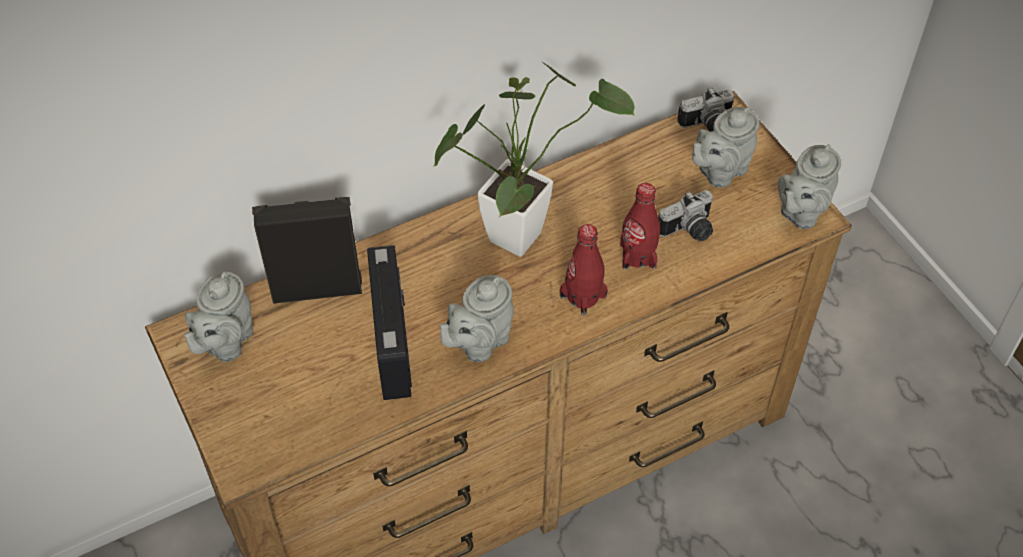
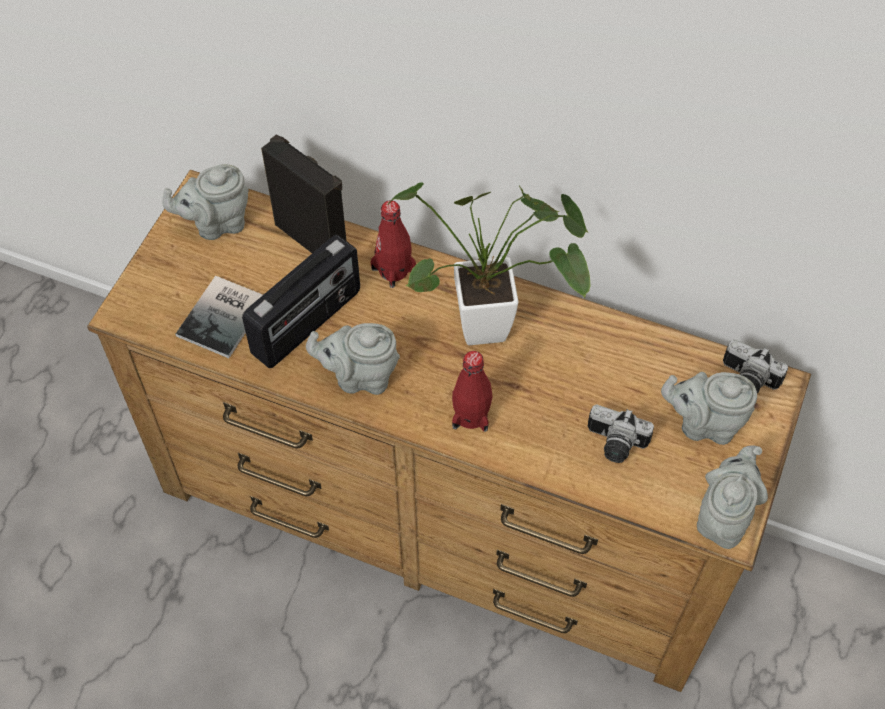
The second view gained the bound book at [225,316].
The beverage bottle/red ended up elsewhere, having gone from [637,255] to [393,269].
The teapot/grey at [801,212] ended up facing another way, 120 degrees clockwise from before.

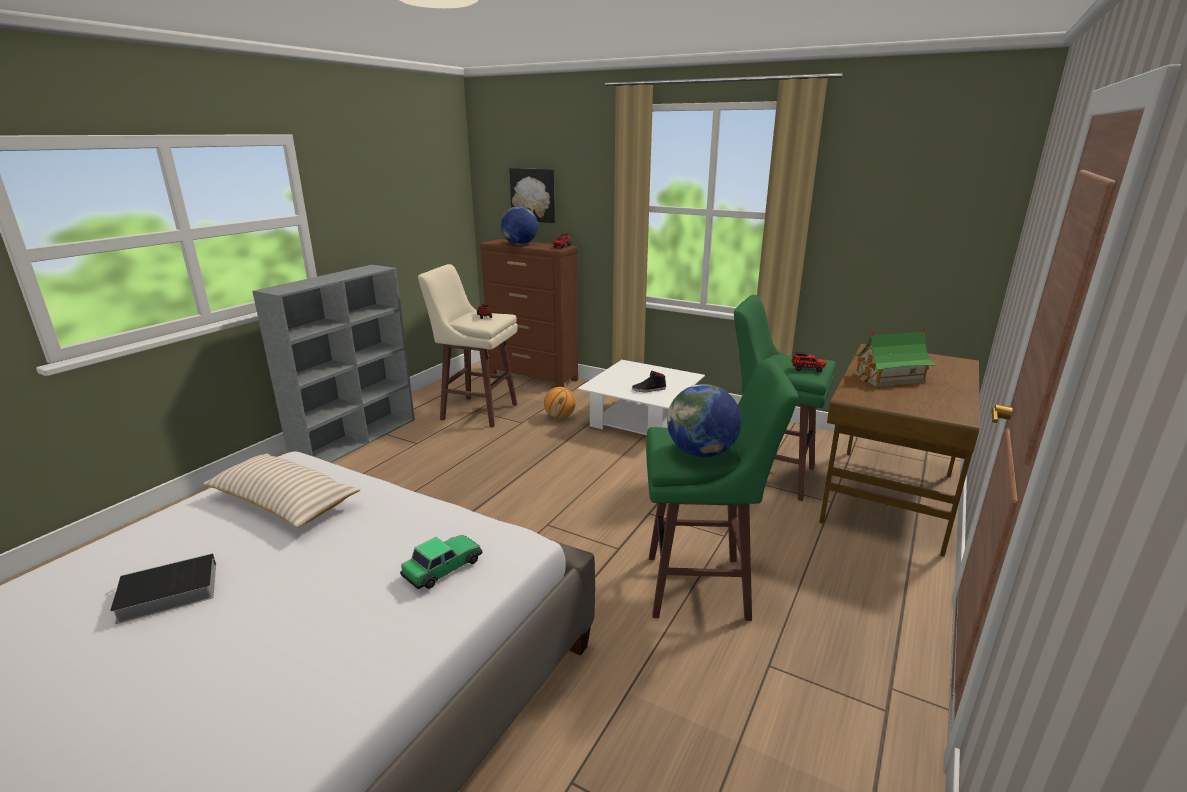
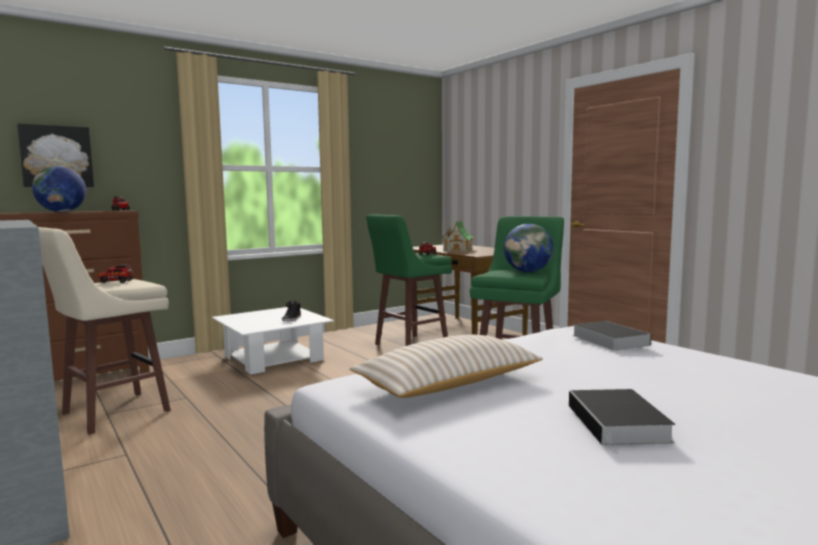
Where the miniature car stood at [443,567], the bound book came to stand at [607,339].
The second view lost the basketball ball at [560,417].

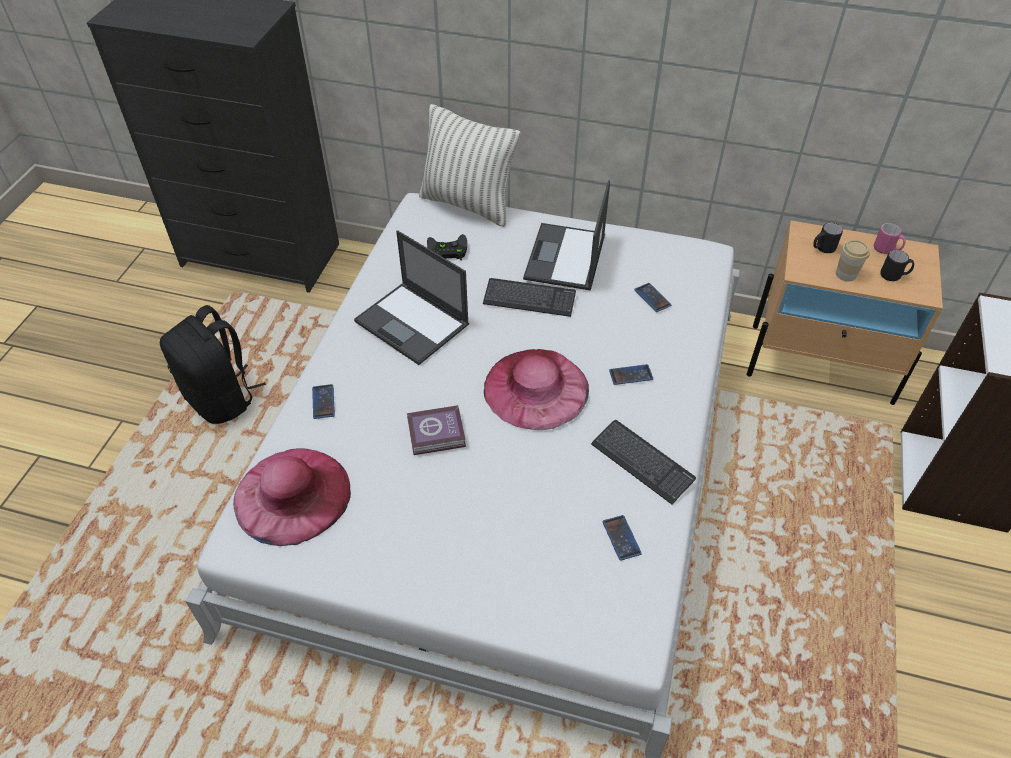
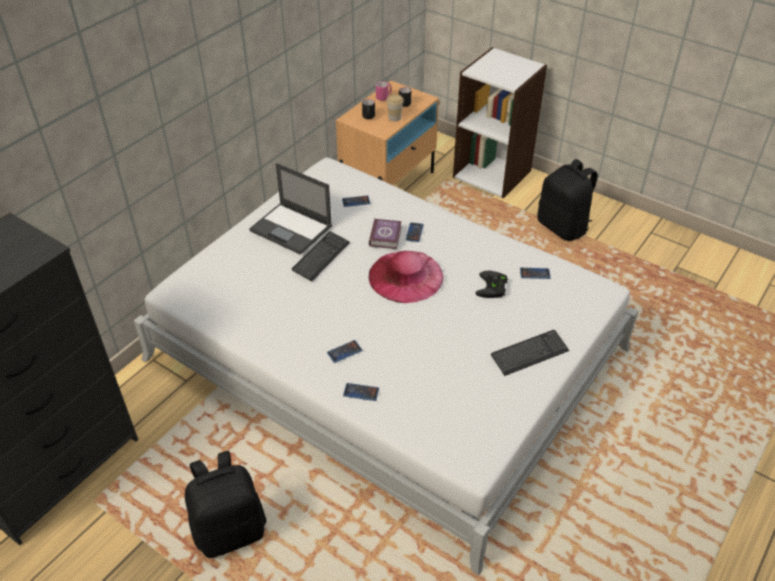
The second view gained the telephone at [344,351].
The bound book ended up elsewhere, having gone from [438,434] to [386,236].
The joypad/black-coloured ended up elsewhere, having gone from [446,251] to [493,288].
The PC keyboard ended up elsewhere, having gone from [642,462] to [529,354].
The second view gained the rucksack/black-coloured at [563,227].
The second view lost the hat/pink-coloured at [292,495].
The second view lost the notebook computer at [413,323].
The second view lost the pillow at [468,204].

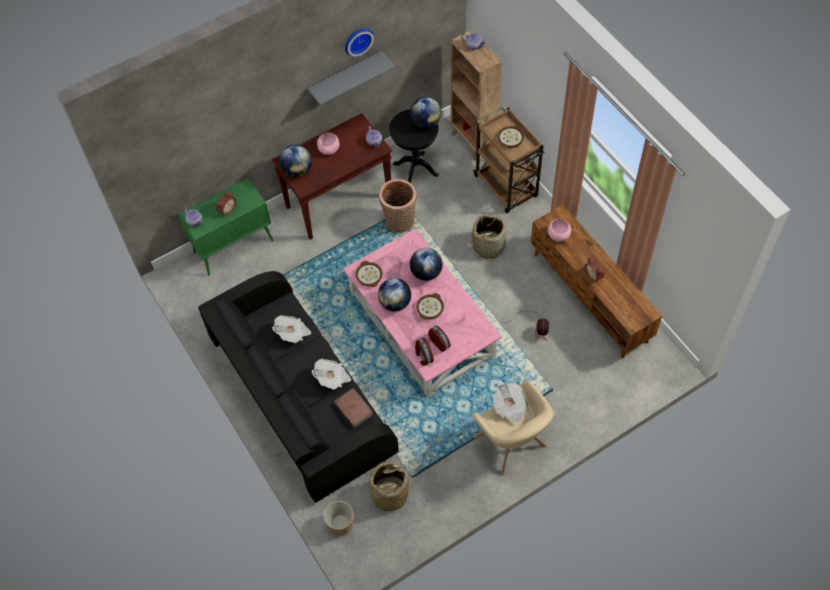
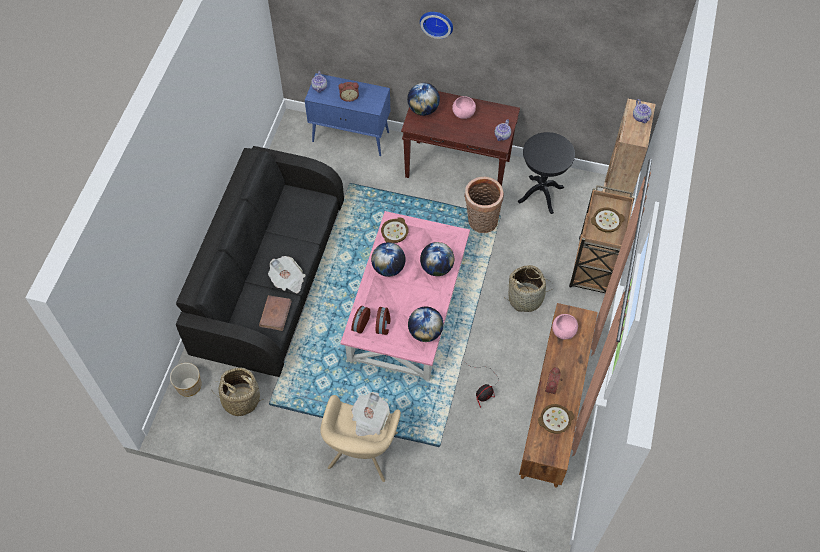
What was the cupboard/greenish at [234,246] turned into the cupboard/bluish at [351,137].
The globe ended up elsewhere, having gone from [426,122] to [425,332].
The hanging clock ended up elsewhere, having gone from [357,40] to [437,22].
The serving bowl ended up elsewhere, having gone from [430,309] to [555,421].
The second view lost the printed paper at [293,333].
The second view lost the shelf/grey at [346,78].

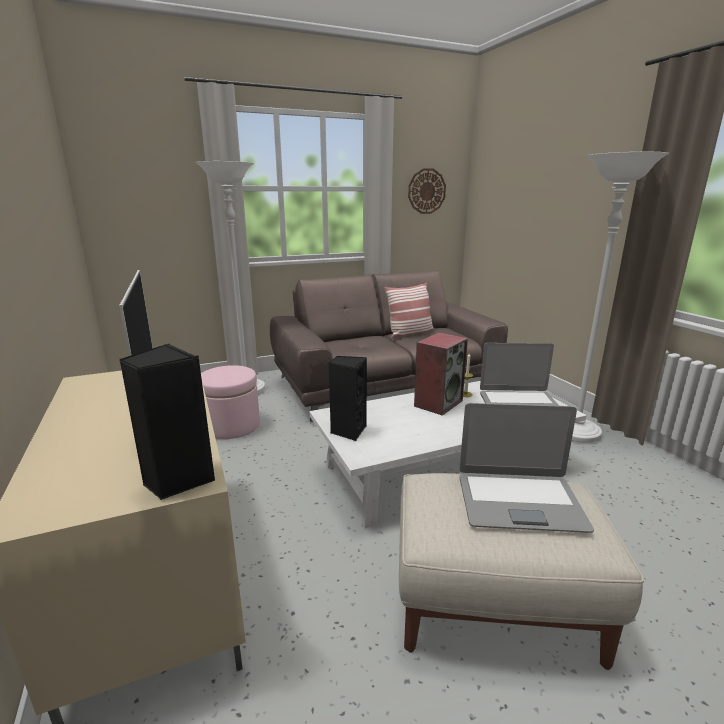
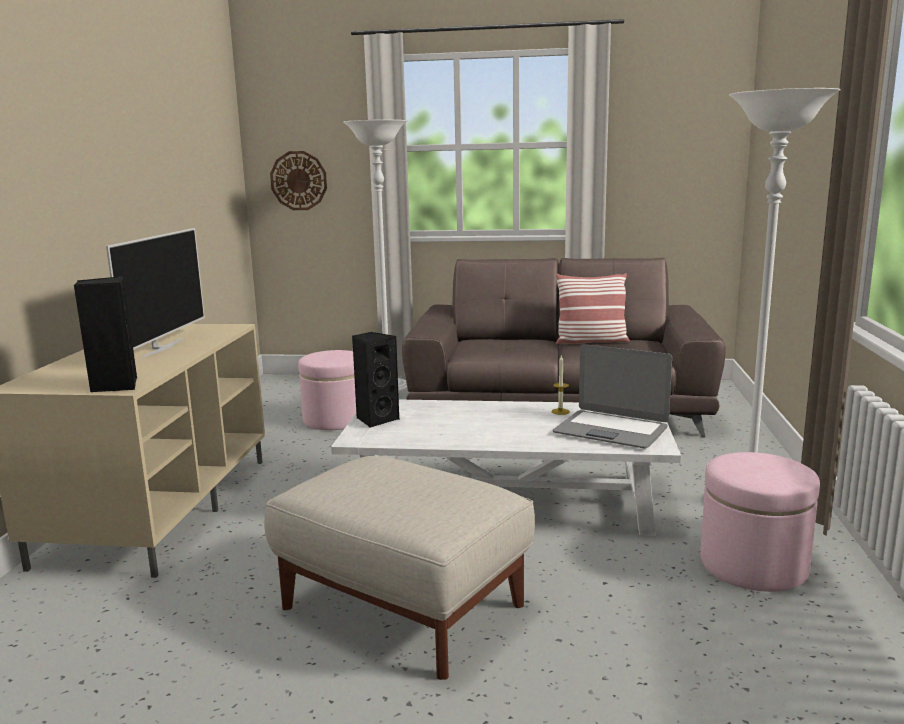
The hanging clock ended up elsewhere, having gone from [426,191] to [299,180].
The second view gained the pouffe/pink-coloured at [753,565].
The second view lost the loudspeaker at [438,403].
The second view lost the notebook computer at [519,502].

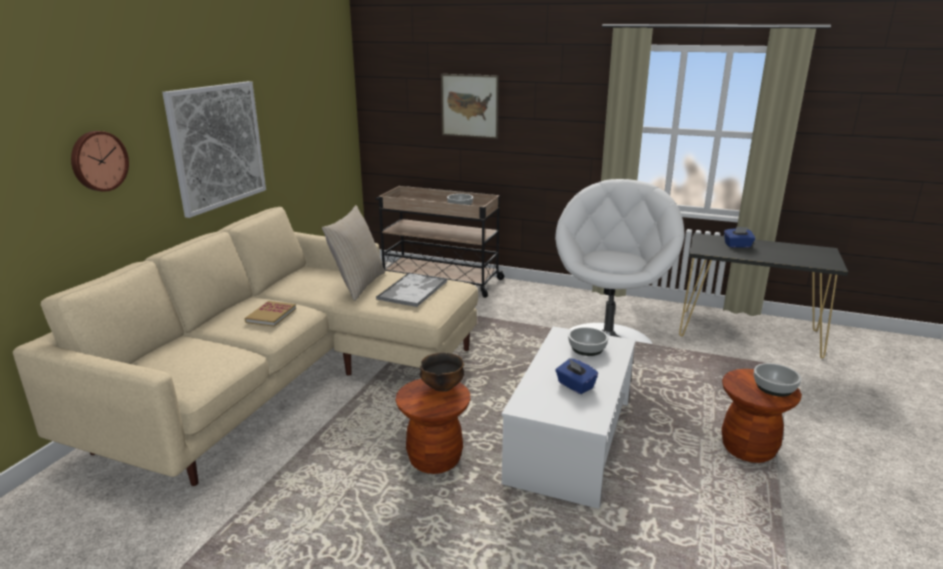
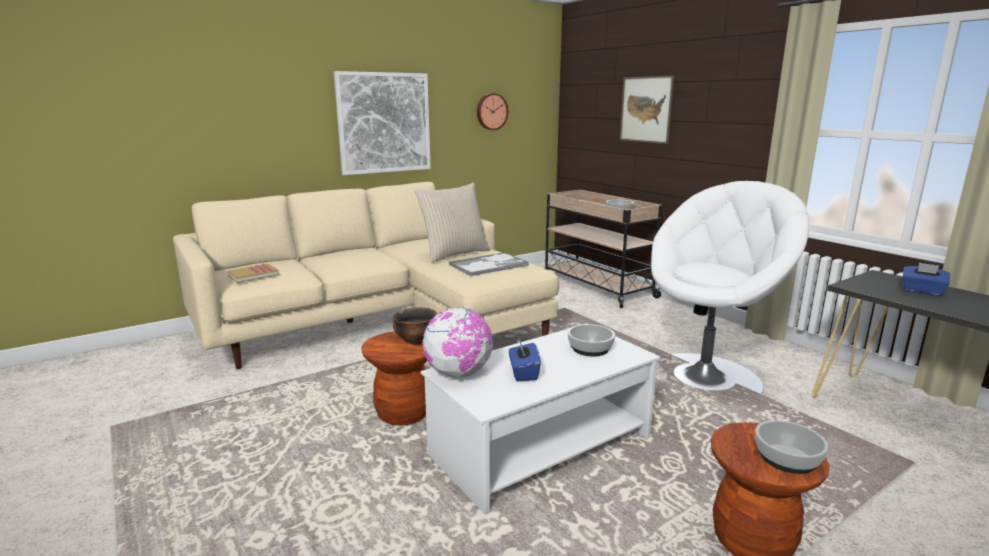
The bound book ended up elsewhere, having gone from [271,315] to [253,275].
The second view gained the globe at [458,374].
The hanging clock ended up elsewhere, having gone from [98,161] to [491,111].

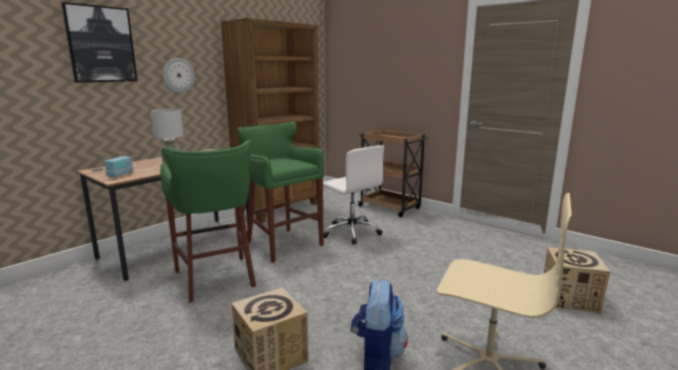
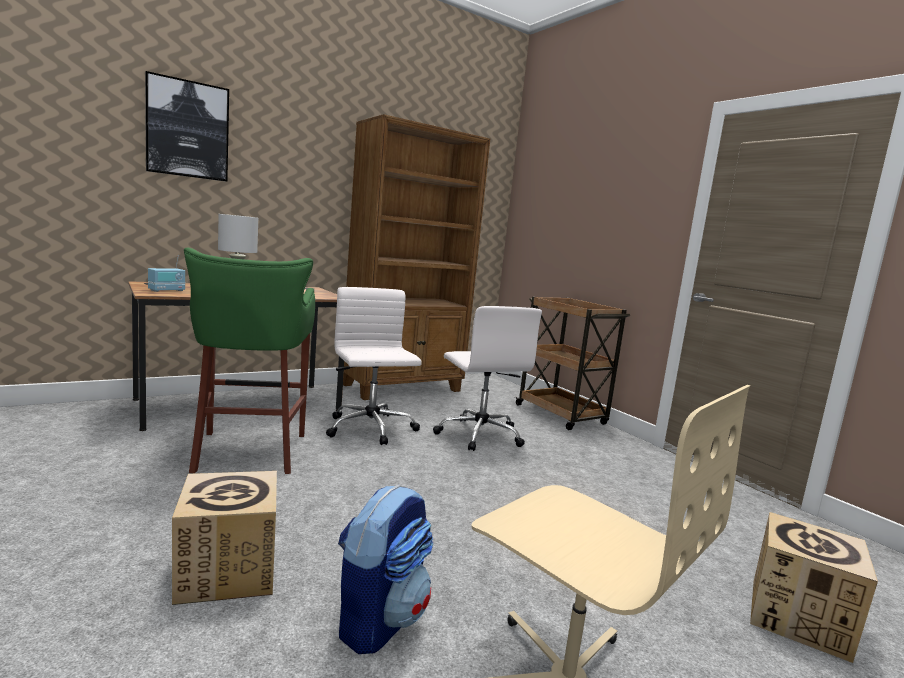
Where the stool seat/greenish stood at [282,243], the computer chair/white came to stand at [371,429].
The second view lost the hanging clock at [178,75].

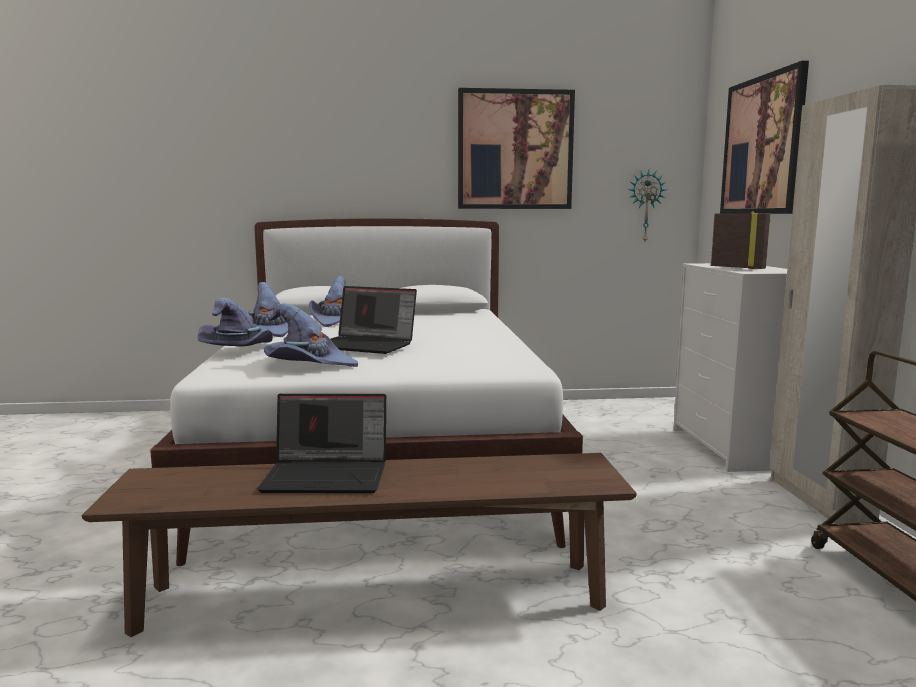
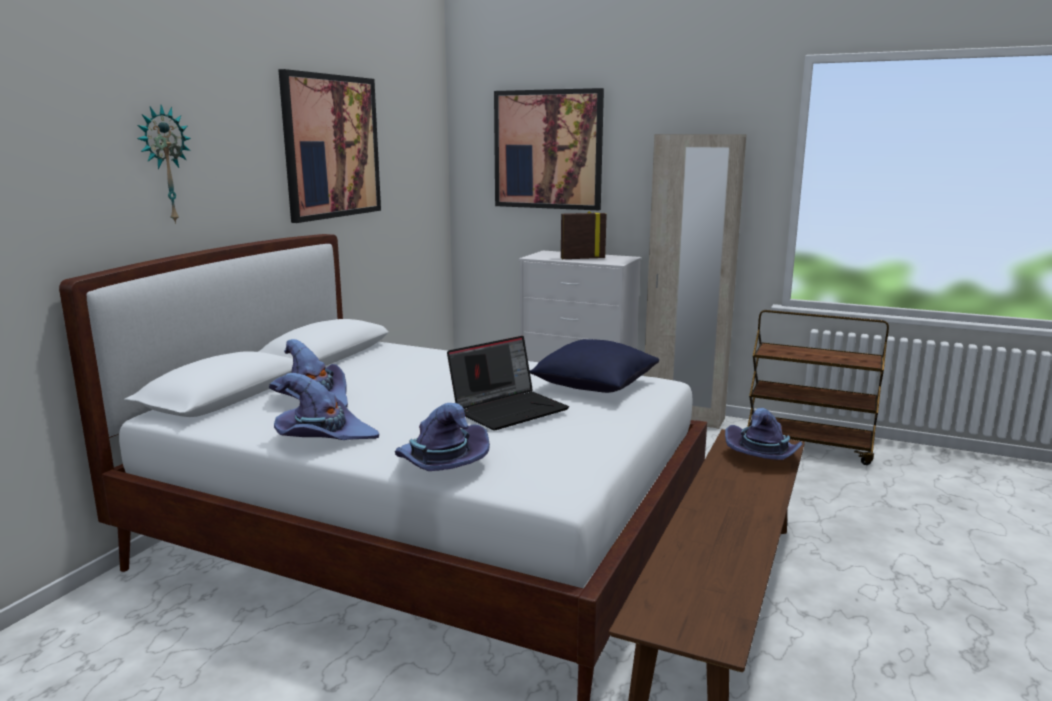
The hanging clock ended up elsewhere, having gone from [645,206] to [164,165].
The second view gained the pillow/bluish at [593,386].
The hat/purplish ended up elsewhere, having gone from [308,364] to [763,456].
The second view lost the notebook computer at [328,475].

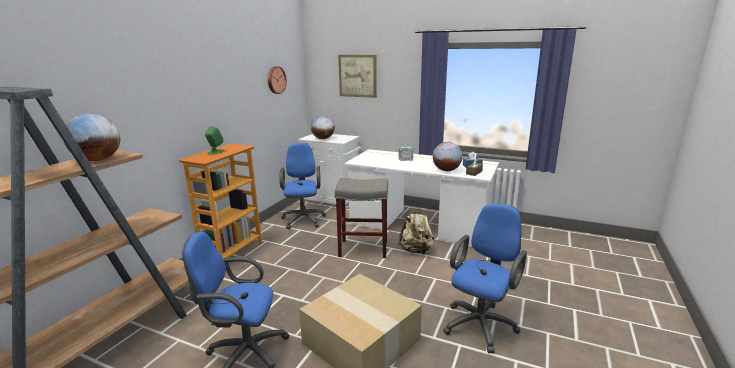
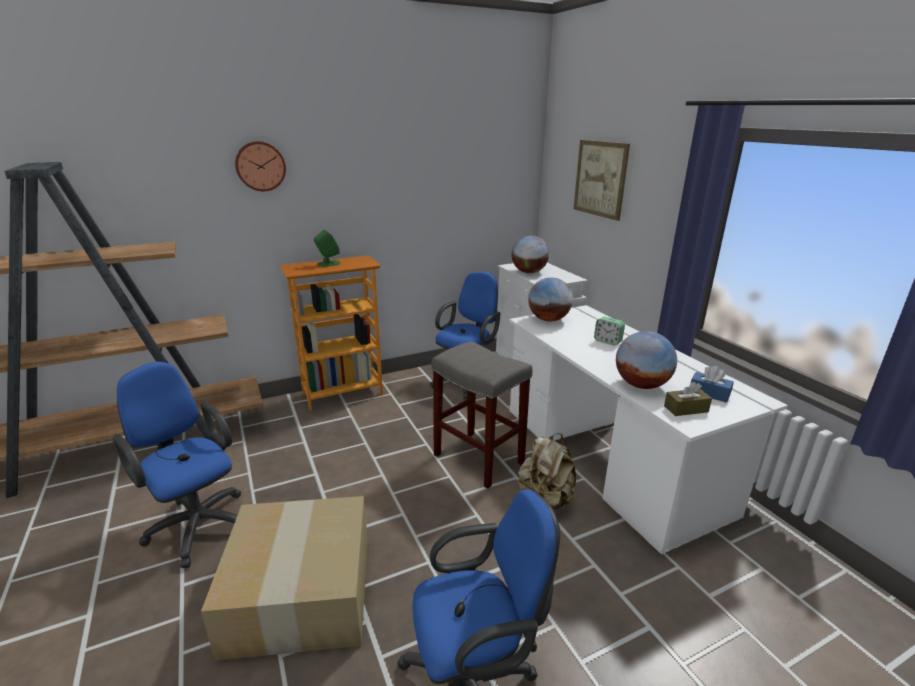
The hanging clock ended up elsewhere, having gone from [276,80] to [260,166].
The globe ended up elsewhere, having gone from [98,160] to [548,319].

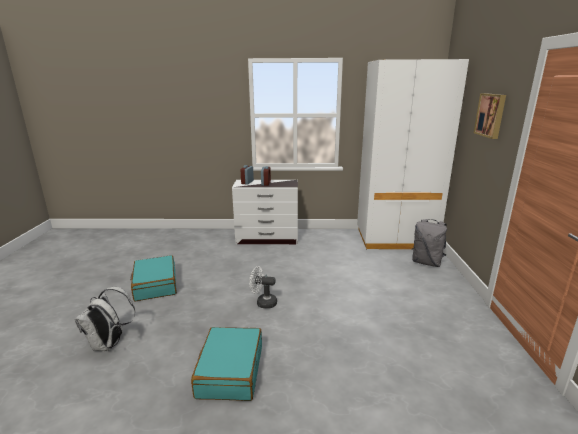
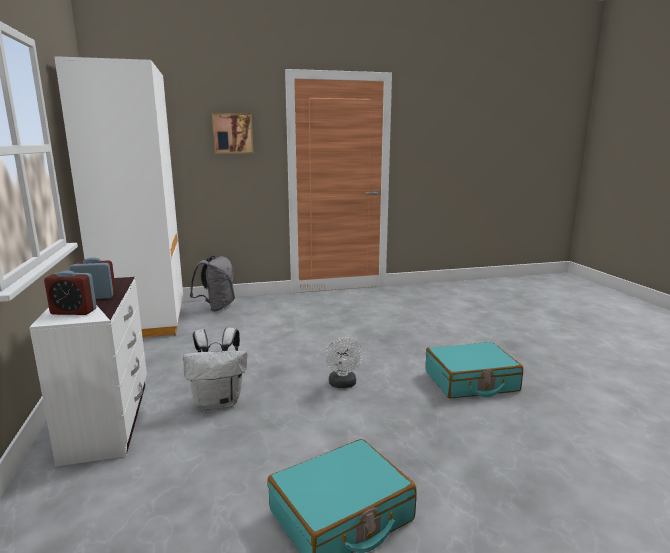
The rucksack/white ended up elsewhere, having gone from [109,344] to [219,402].

